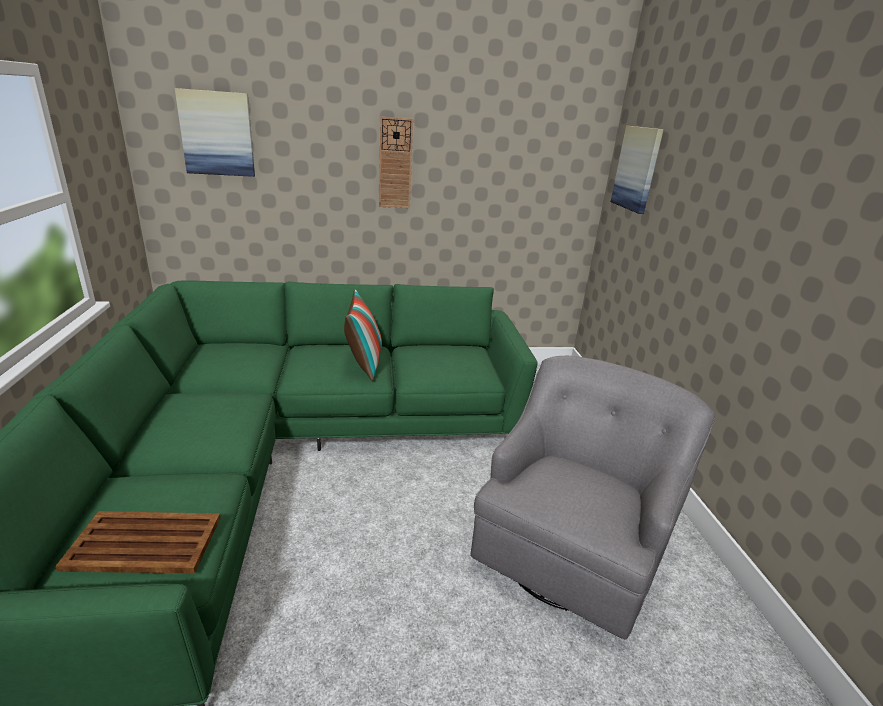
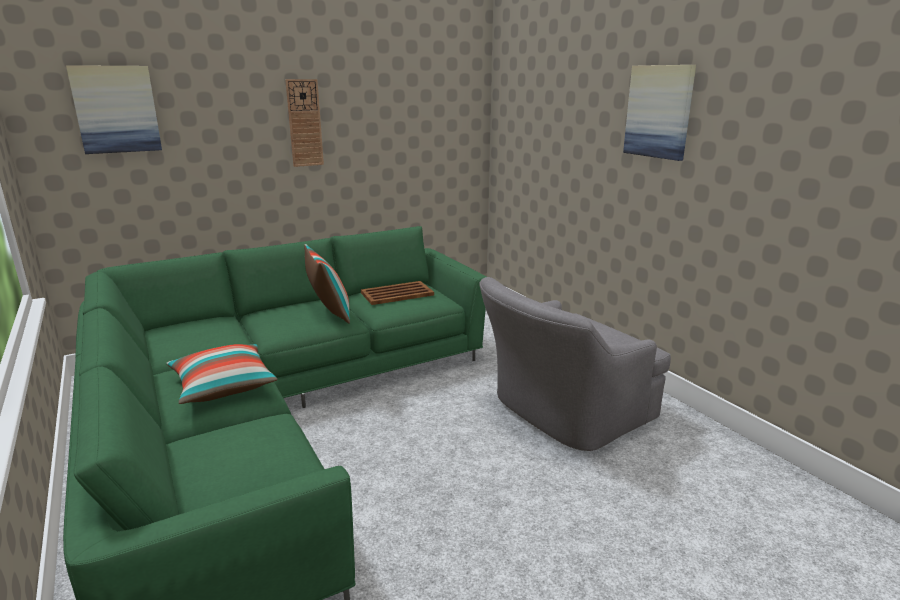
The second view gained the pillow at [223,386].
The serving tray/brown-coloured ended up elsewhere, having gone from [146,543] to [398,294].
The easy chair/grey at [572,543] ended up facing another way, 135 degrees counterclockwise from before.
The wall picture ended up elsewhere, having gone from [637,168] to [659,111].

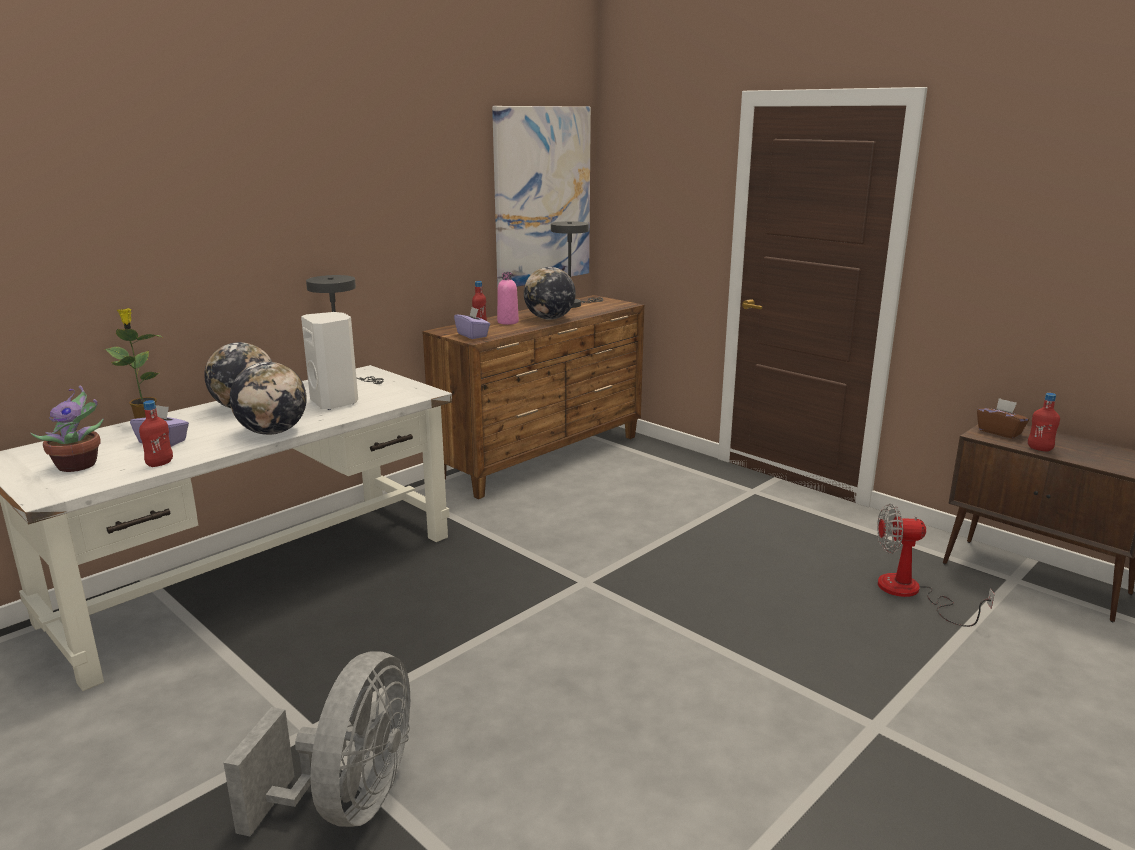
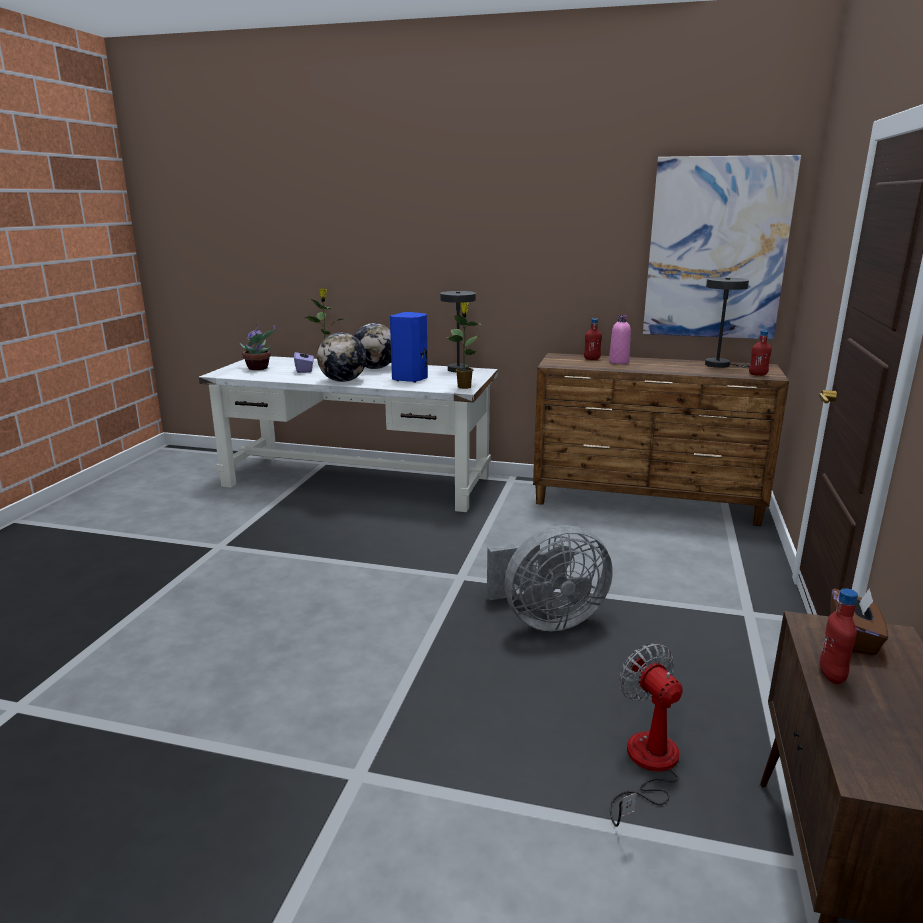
What was the loudspeaker/white at [335,402] turned into the loudspeaker/bluish at [411,379].
The second view gained the houseplant at [464,386].
The electric fan/grey ended up elsewhere, having gone from [348,802] to [546,620].
The beverage bottle/red ended up elsewhere, having gone from [160,464] to [758,374].
The second view lost the tissue box/purplish at [472,335].
The second view lost the globe at [549,319].

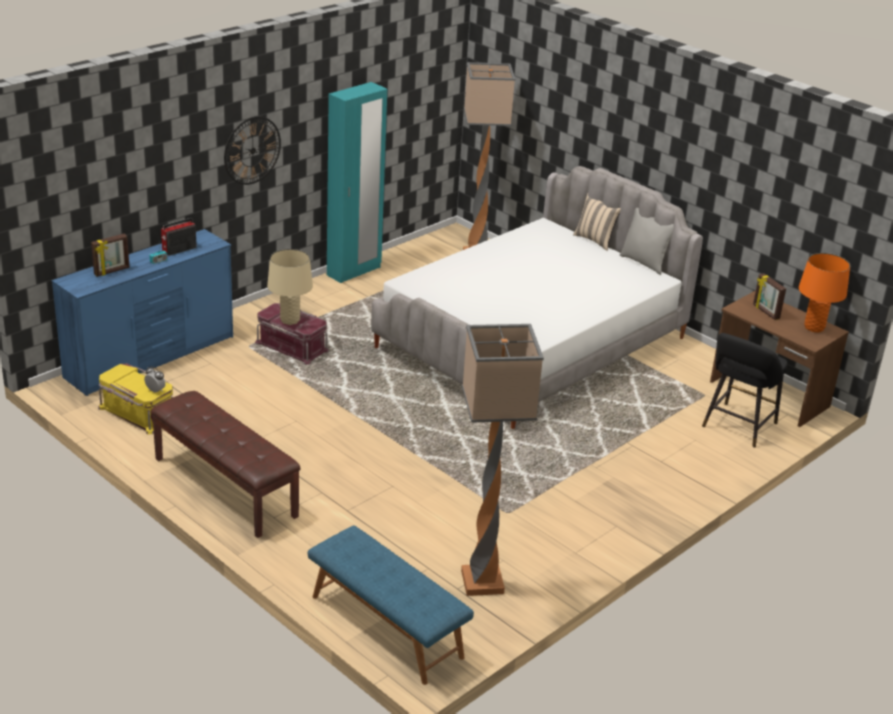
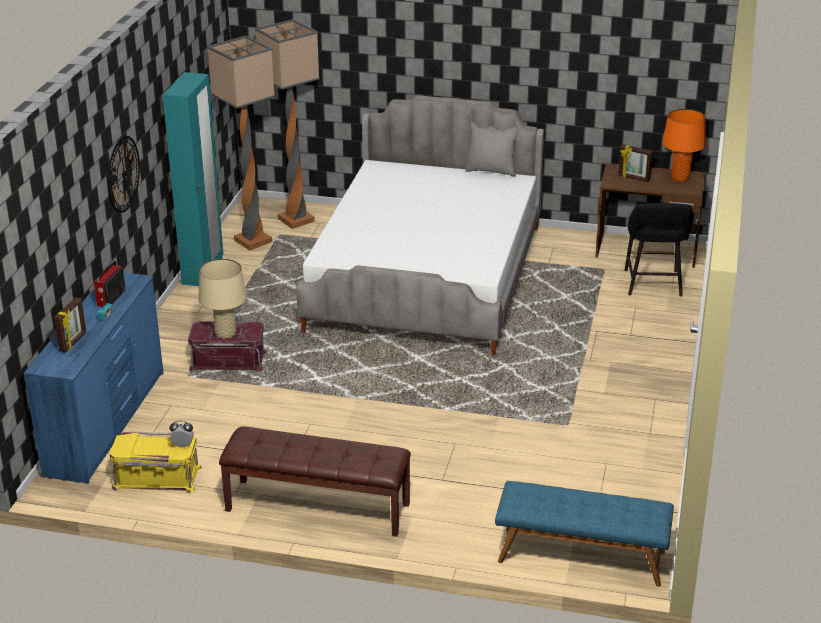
The floor lamp ended up elsewhere, having gone from [481,583] to [253,241].
The second view lost the pillow/beige at [595,240].

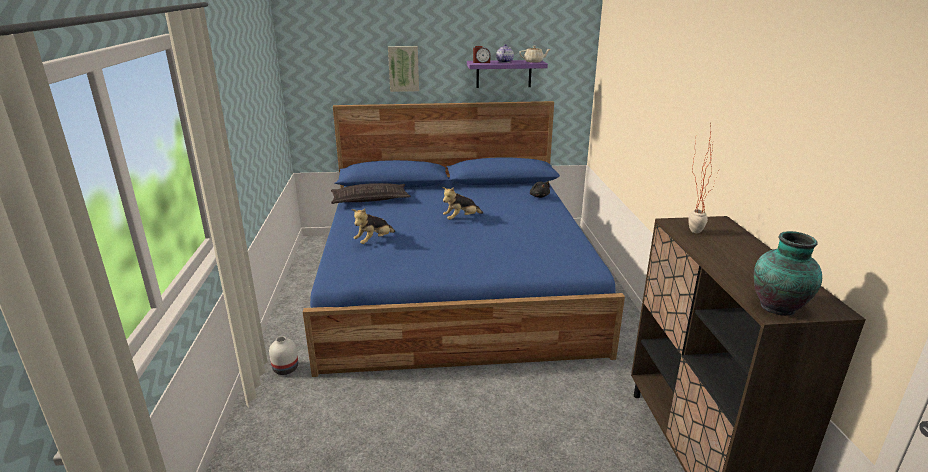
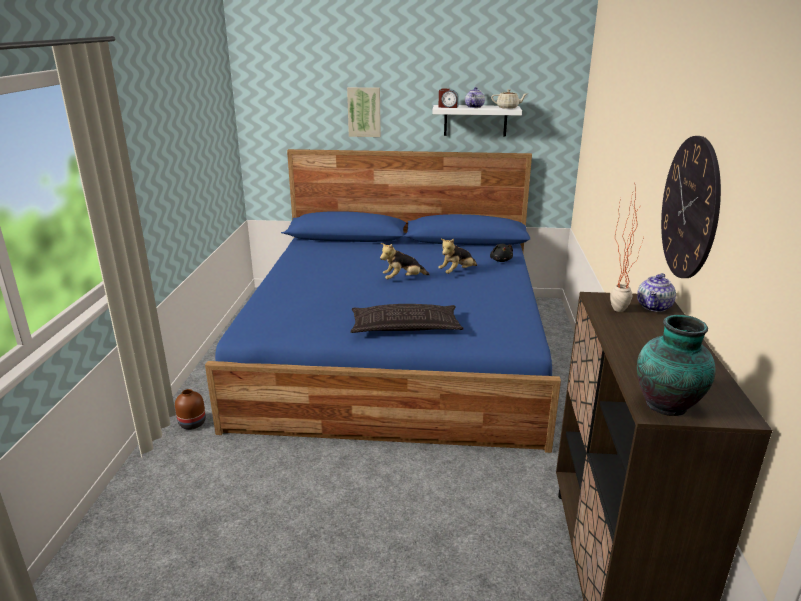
What was the decorative vase/white at [285,369] turned into the decorative vase/brown-coloured at [191,423].
The pillow ended up elsewhere, having gone from [370,199] to [405,327].
What was the shelf/purplish at [503,74] turned into the shelf/white at [475,120].
The soft toy ended up elsewhere, having gone from [374,241] to [457,272].
The second view gained the teapot at [654,307].
The second view gained the hanging clock at [690,208].

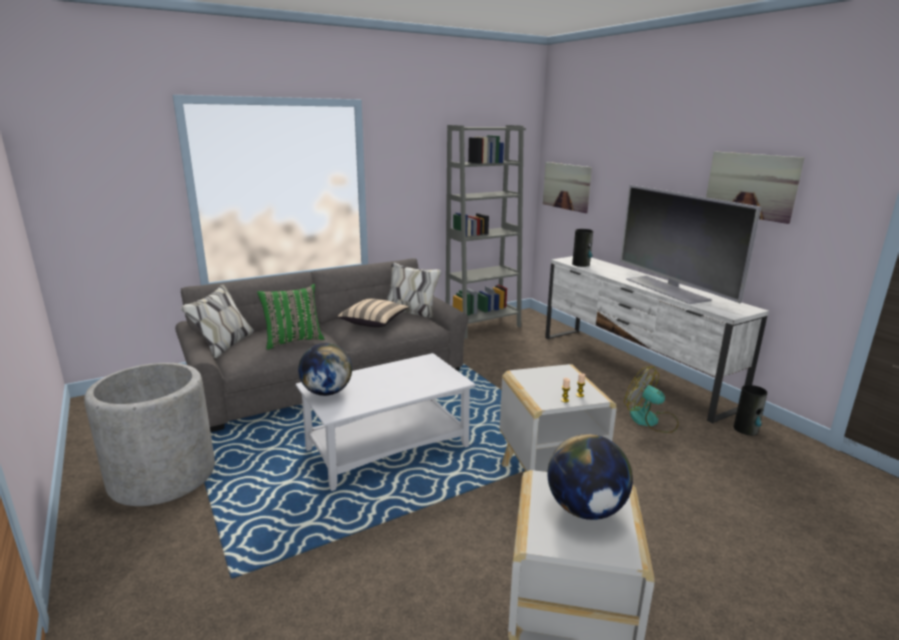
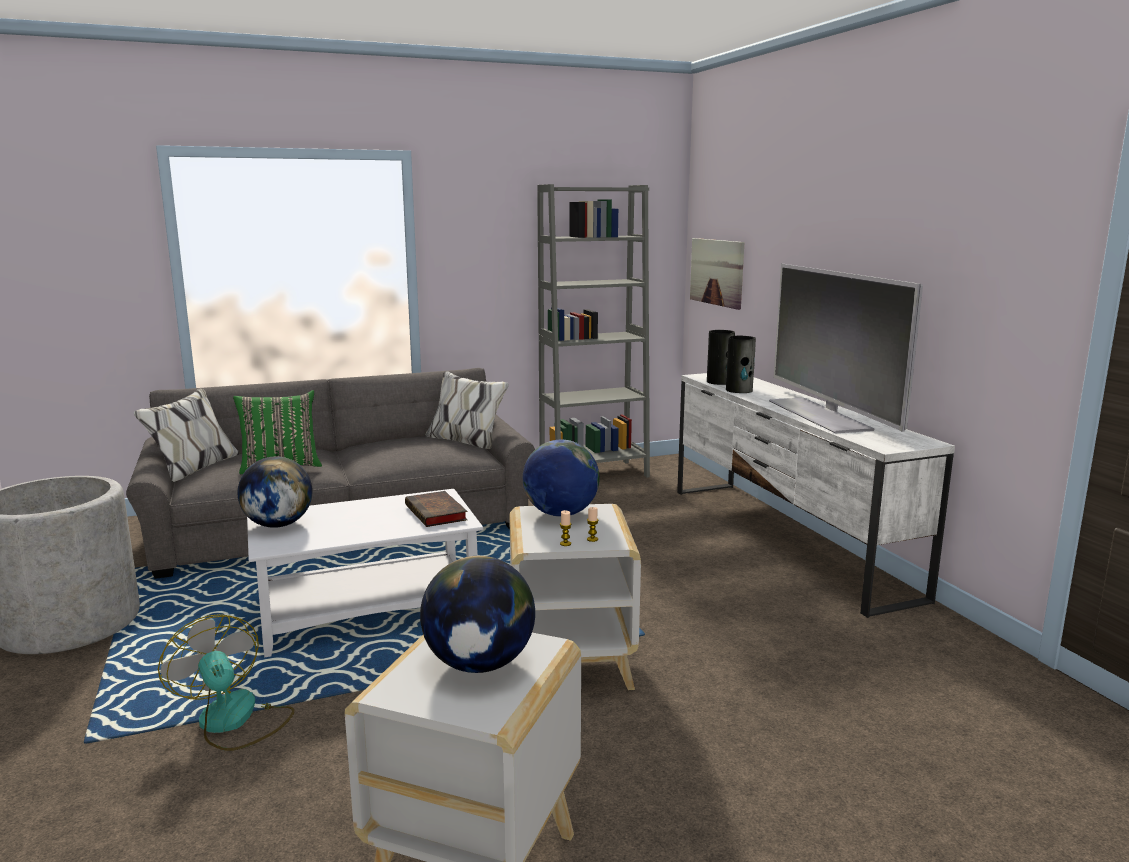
The electric fan ended up elsewhere, having gone from [650,420] to [234,721].
The second view gained the bound book at [437,514].
The second view gained the globe at [560,514].
The decorative vase ended up elsewhere, having gone from [746,429] to [739,390].
The second view lost the pillow/beige at [374,322].
The second view lost the wall picture at [750,185].

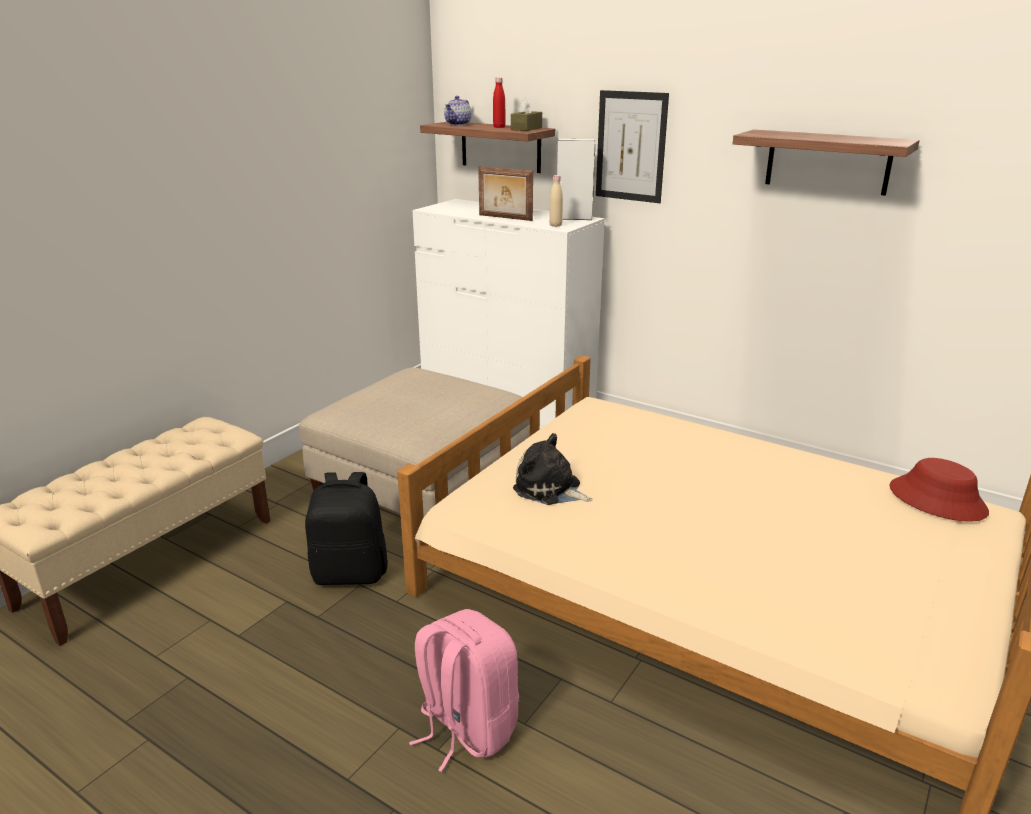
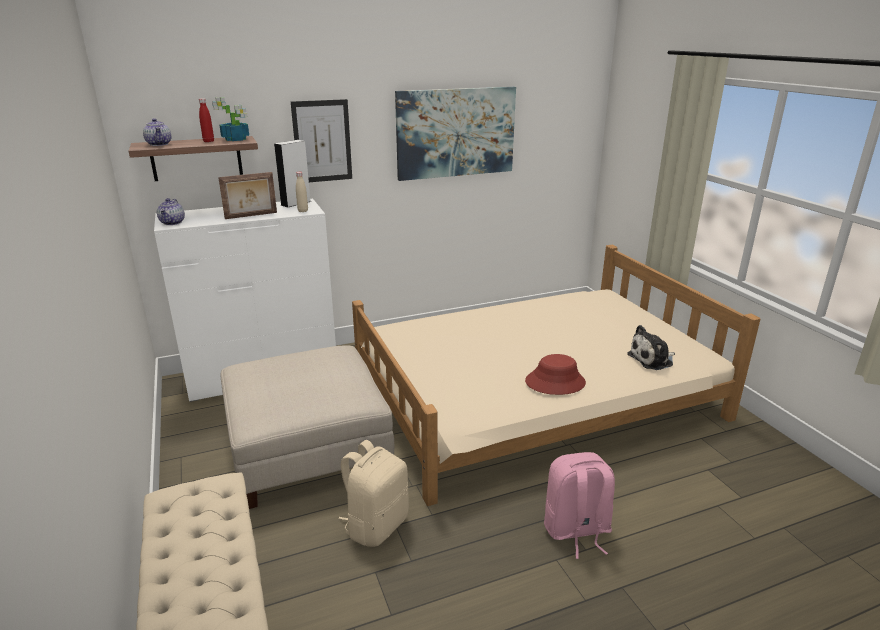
The second view gained the teapot at [173,223].
Where the tissue box/brown-coloured stood at [526,128], the houseplant came to stand at [236,139].
What was the rucksack/black-coloured at [350,573] turned into the rucksack/beige at [376,525].
Where the shelf hung at [827,162], the wall picture came to hang at [456,133].
The hat/red ended up elsewhere, having gone from [937,500] to [555,382].
The soft toy ended up elsewhere, having gone from [550,489] to [652,359].

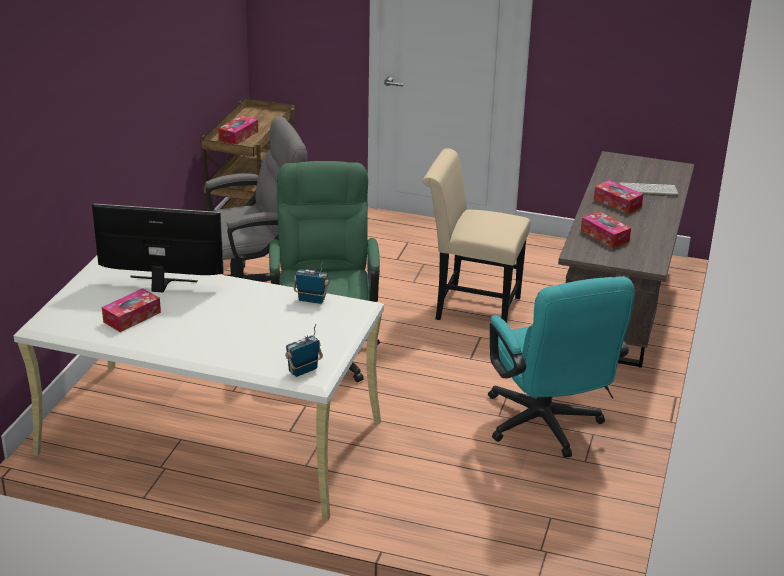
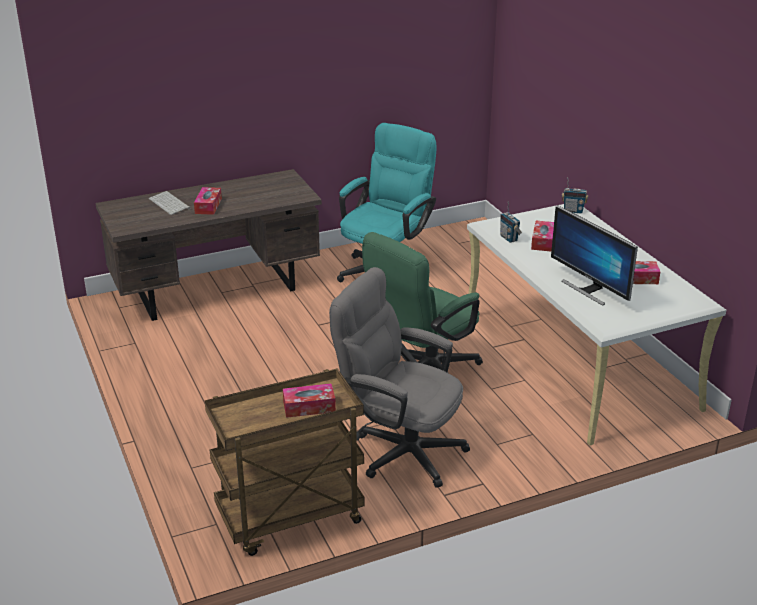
The tissue box ended up elsewhere, having gone from [604,236] to [543,241].
The second view lost the plain chair/beige at [471,307].

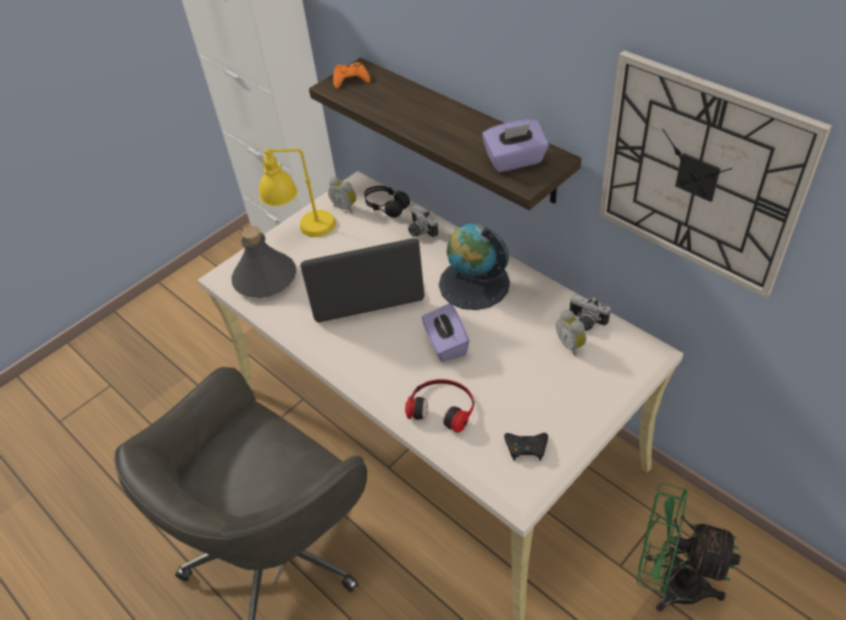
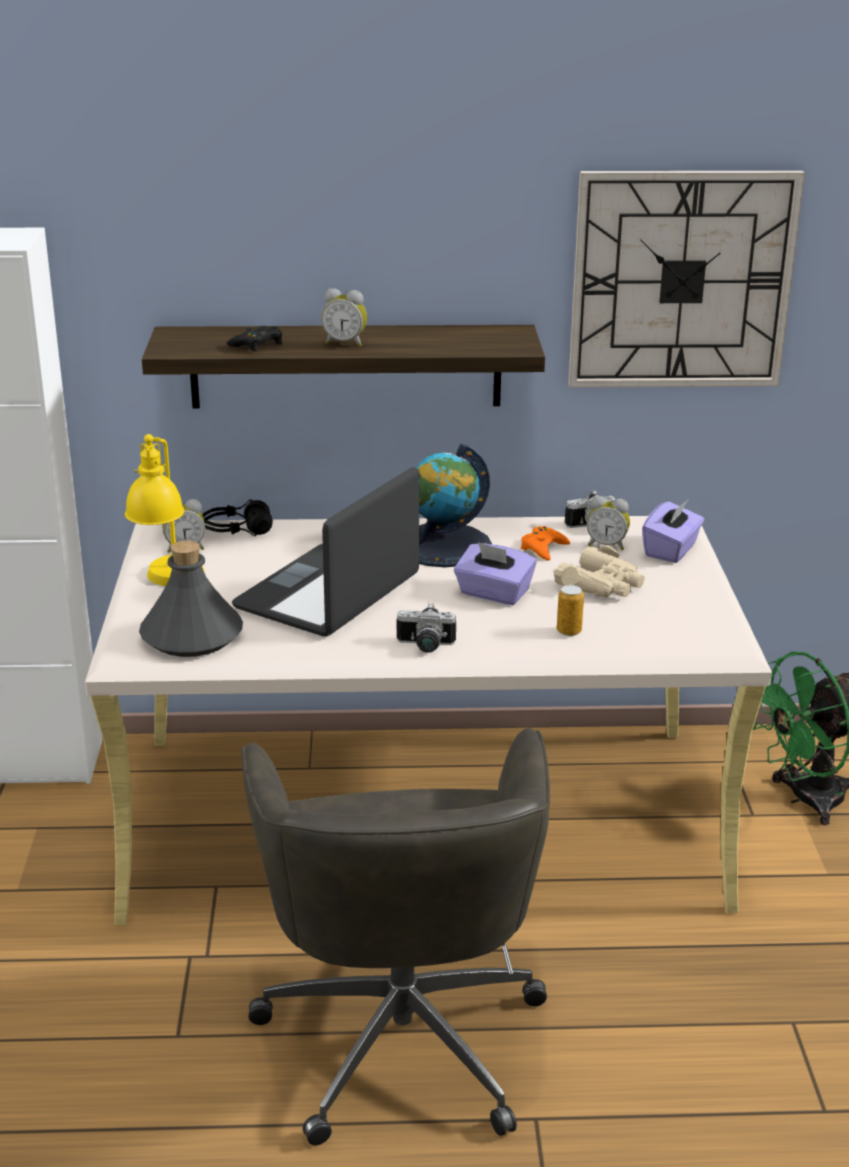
The joypad/black-coloured ended up elsewhere, having gone from [526,447] to [257,345].
The second view gained the alarm clock at [345,343].
The photo camera ended up elsewhere, having gone from [419,231] to [425,646].
The joypad/orange ended up elsewhere, having gone from [350,79] to [543,548].
The second view gained the pair of binoculars/beige at [601,585].
Where the headphones stood at [442,406], the can came to stand at [569,631].
The tissue box/purplish ended up elsewhere, having gone from [515,161] to [671,550].

